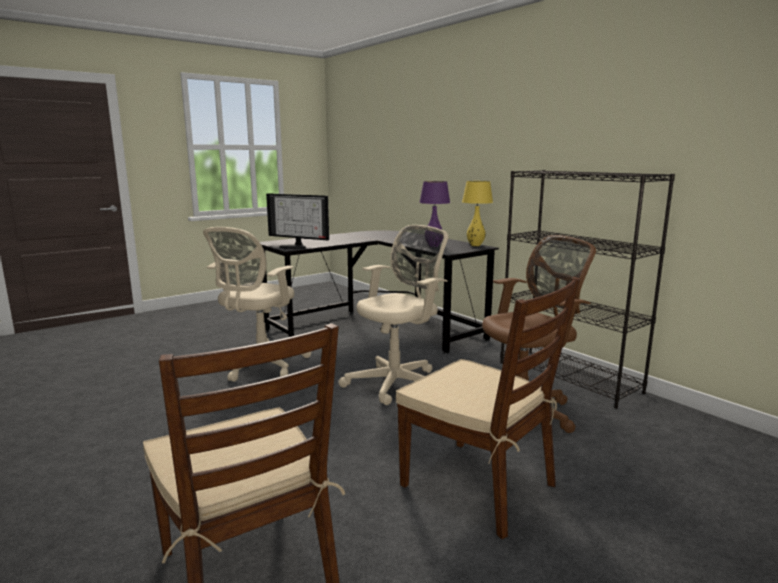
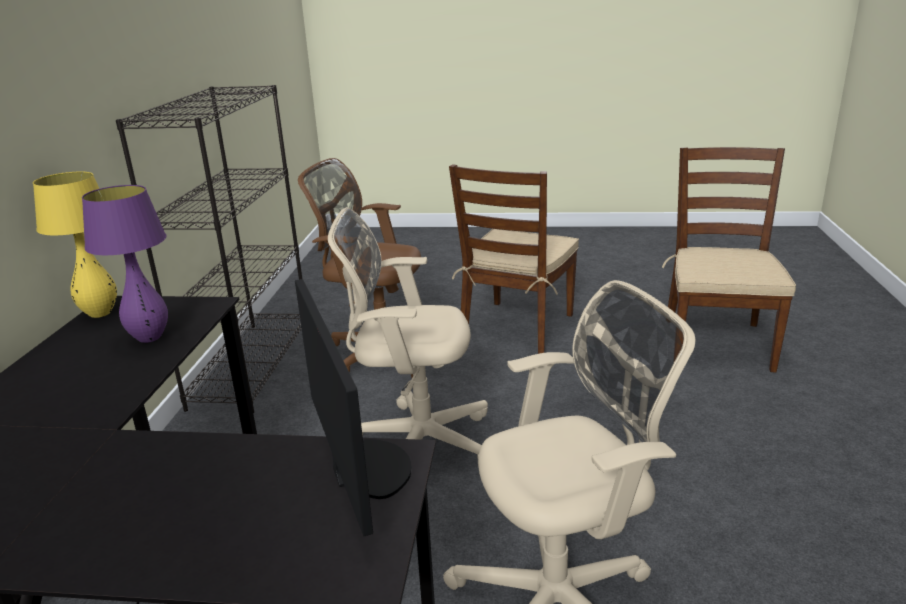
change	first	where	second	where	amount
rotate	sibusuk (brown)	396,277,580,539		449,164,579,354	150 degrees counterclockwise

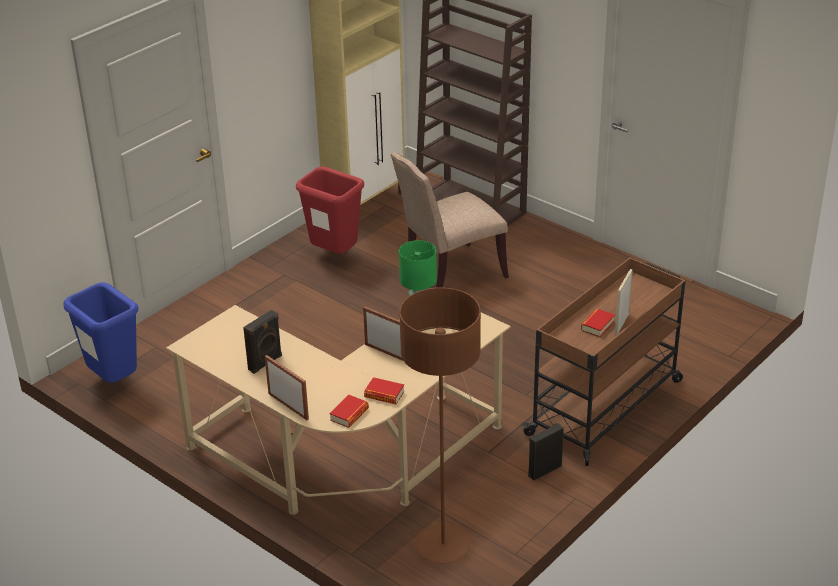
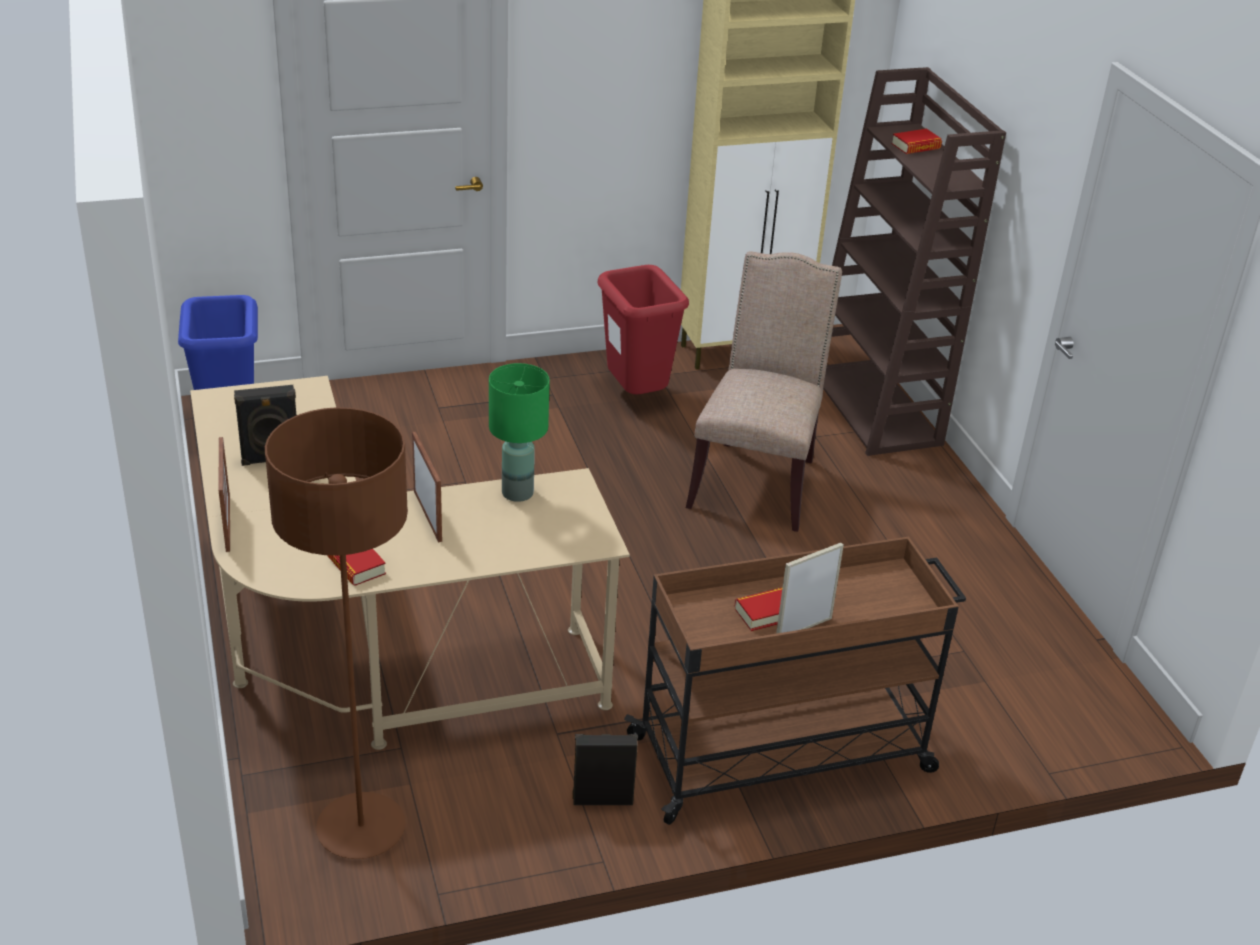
change	first	where	second	where	amount
rotate	sibusuk (beige)	391,152,509,288		686,251,842,532	105 degrees clockwise
move	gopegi	329,395,369,428		892,129,942,154	

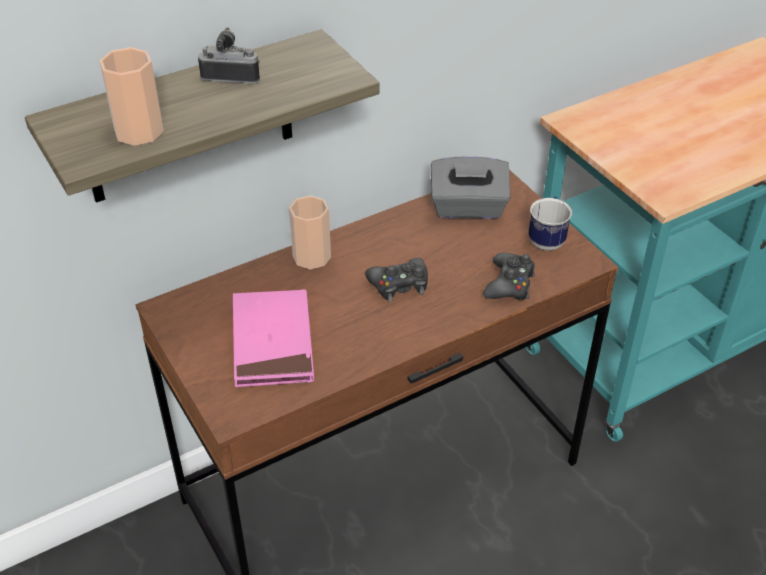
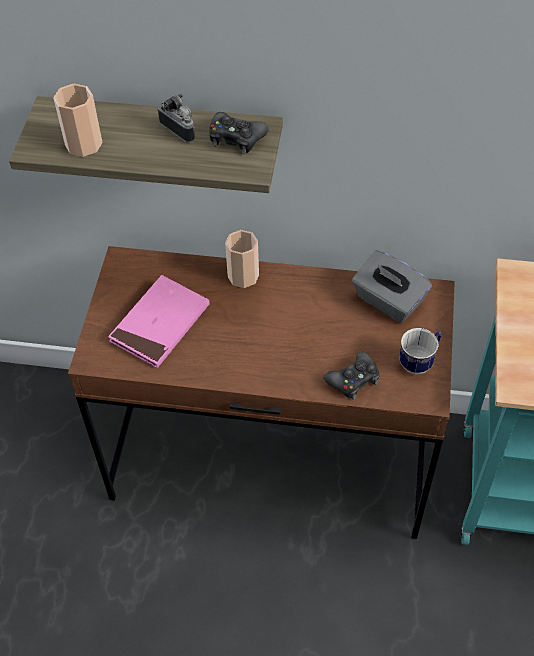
change	first	where	second	where	amount
move	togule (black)	365,258,428,302		209,112,269,154	

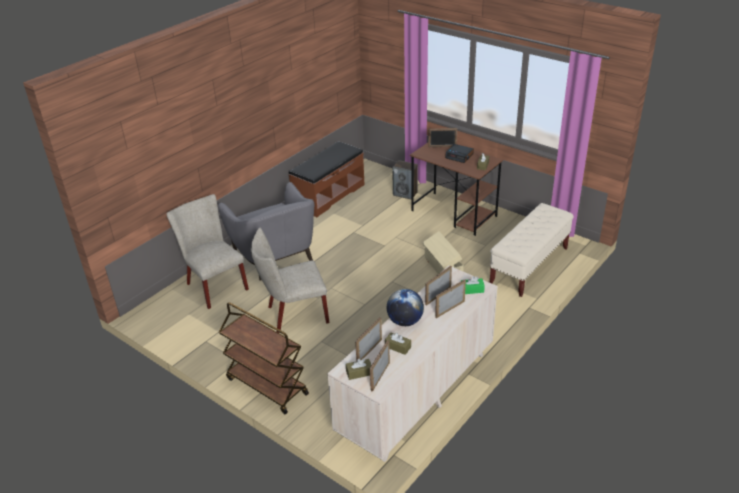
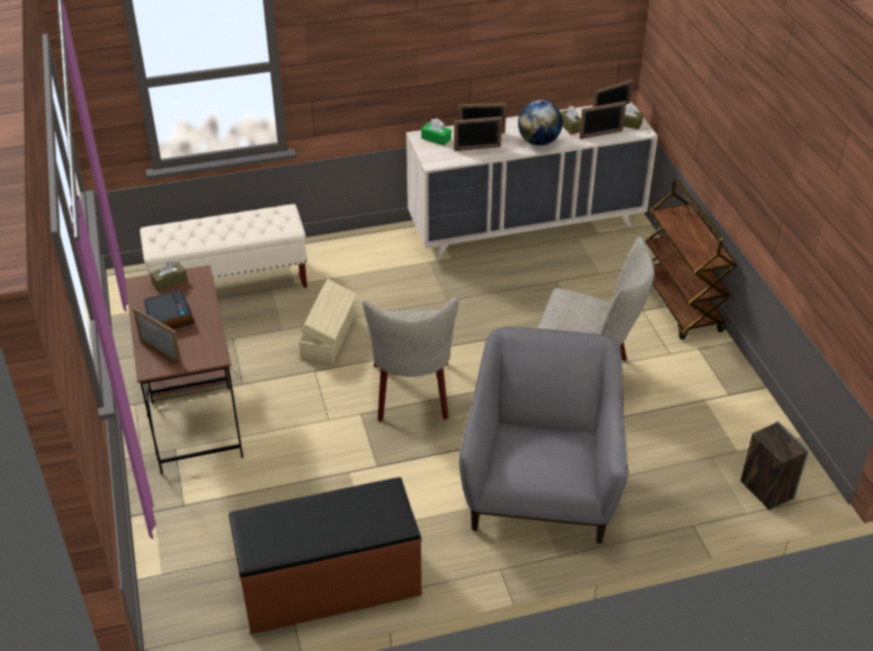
change	first	where	second	where	amount
move	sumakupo	392,160,418,199		740,422,809,510	
move	sibusuk (beige)	166,194,249,309		363,297,459,422	

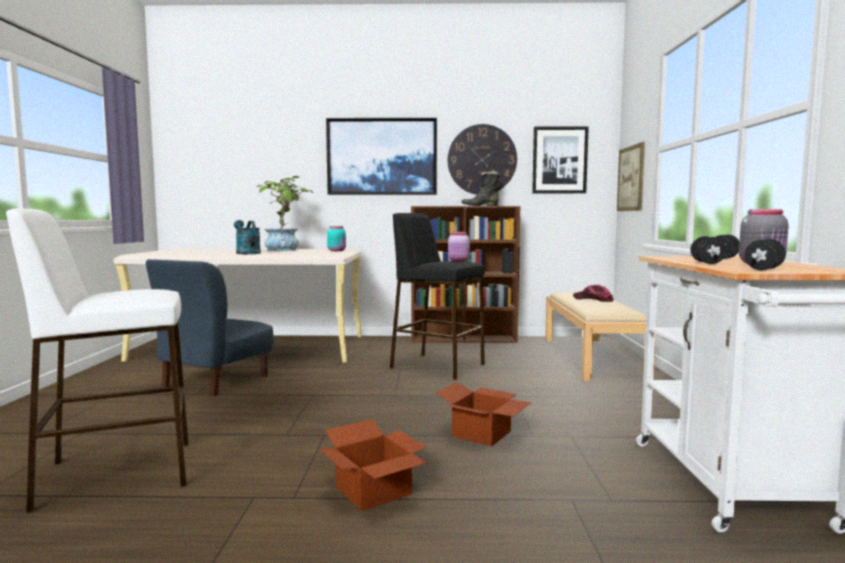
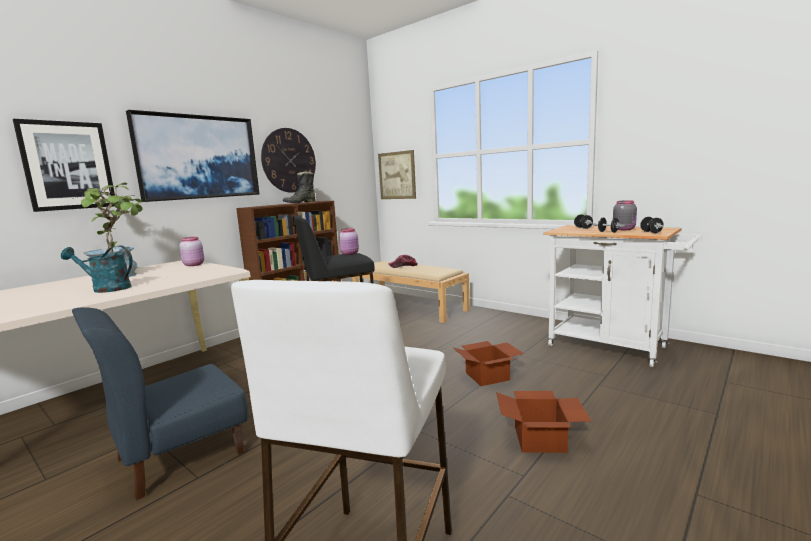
change	first	where	second	where	amount
move	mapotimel	532,126,589,193		13,119,115,212	
recolor	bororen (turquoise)	327,226,346,251	bororen (pink)	179,237,204,266	
rotate	sibusuk (blue)	146,259,274,397		72,307,249,500	75 degrees clockwise

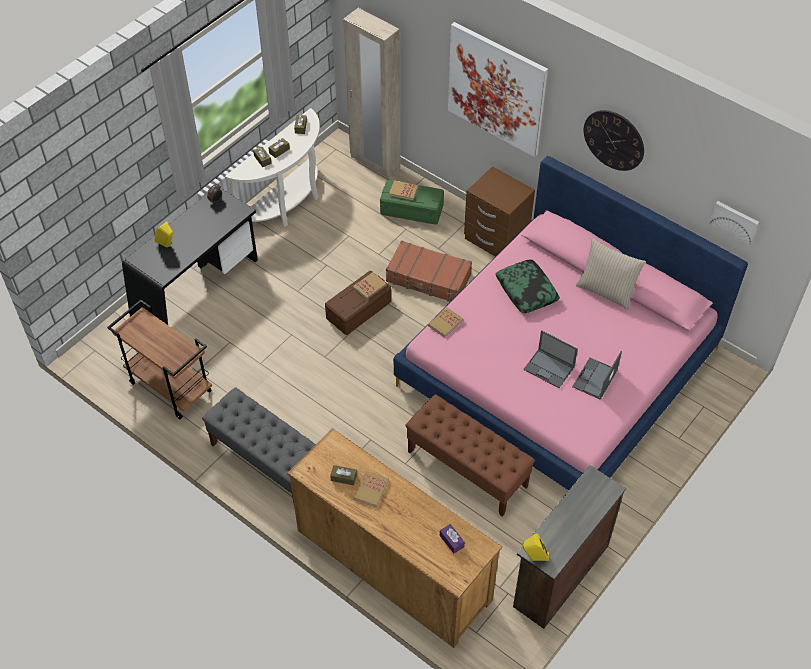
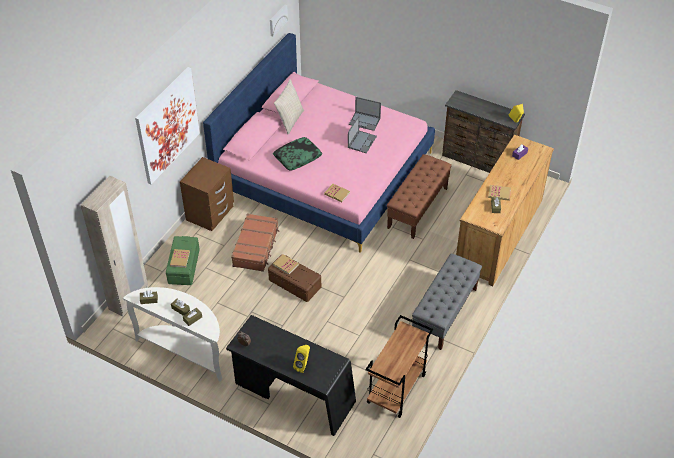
change	first	where	second	where	amount
delete	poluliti	584,110,644,171			

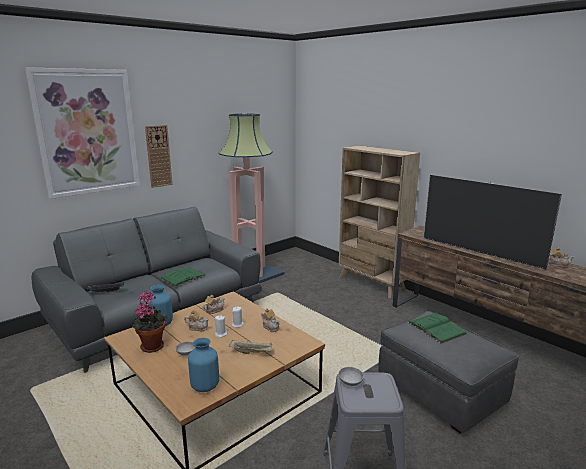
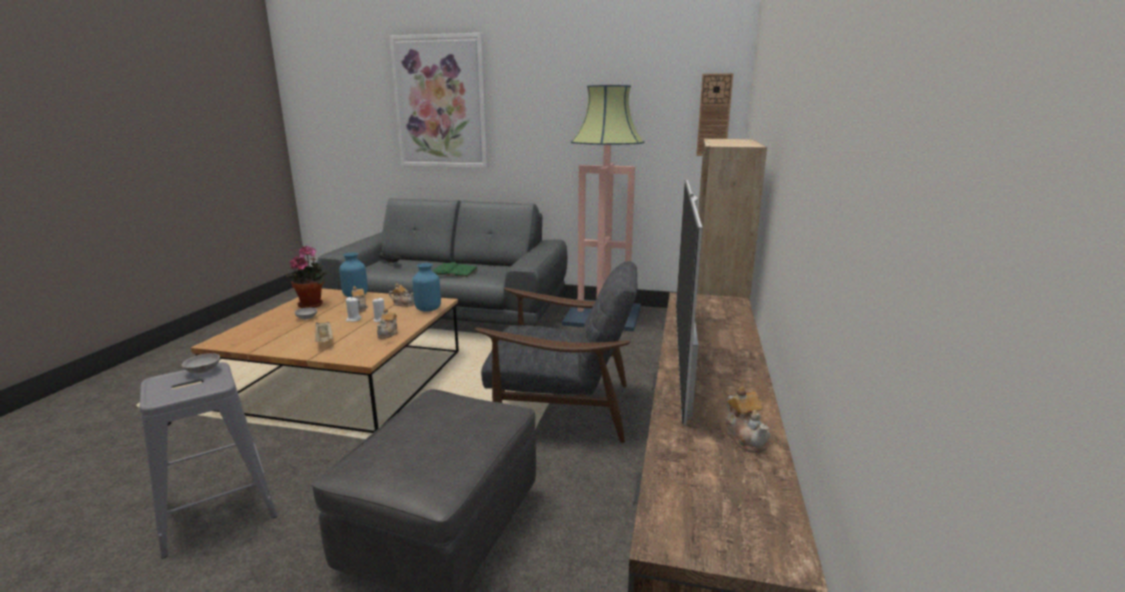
change	first	where	second	where	amount
move	poluliti	145,125,173,188		696,73,733,156	
delete	gopegi (green)	408,313,467,344			
move	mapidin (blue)	188,338,219,392		412,263,441,312	
insert			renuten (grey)	474,261,637,443	

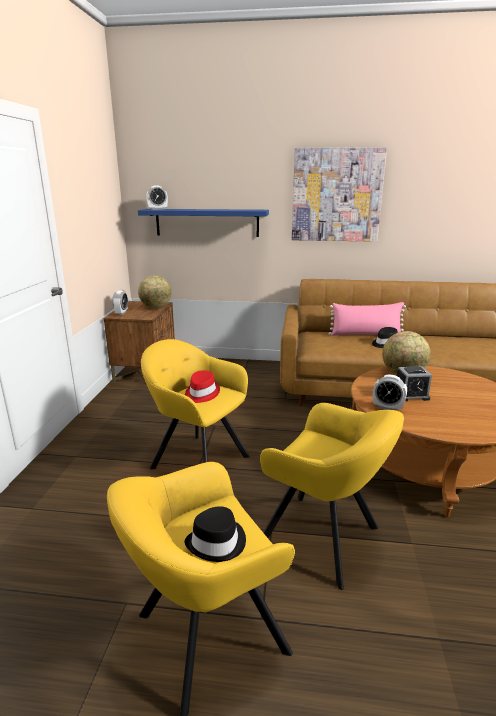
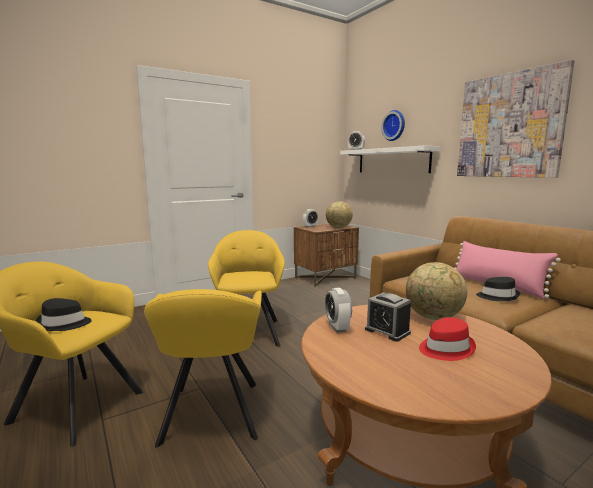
change	first	where	second	where	amount
recolor	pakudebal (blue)	138,209,269,237	pakudebal (white)	340,145,441,173	
move	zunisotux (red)	185,370,220,403		419,317,476,361	
insert			poluliti	381,110,405,141	

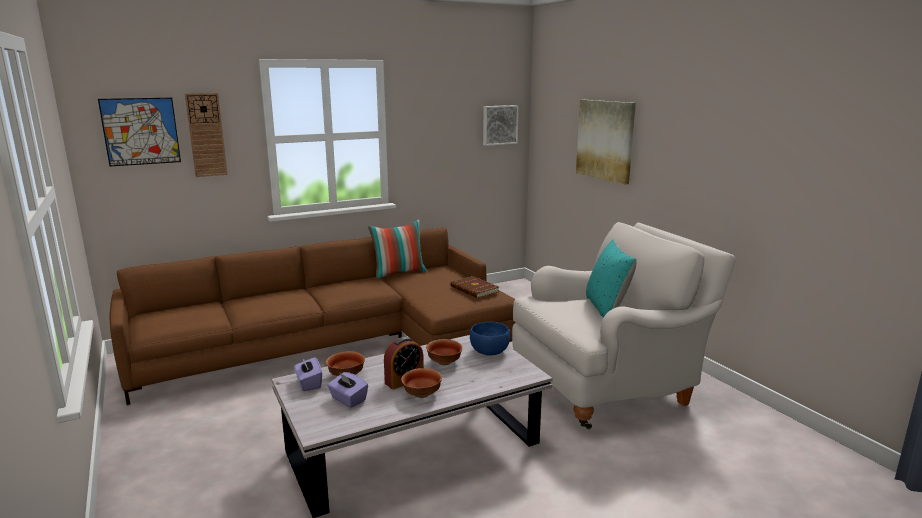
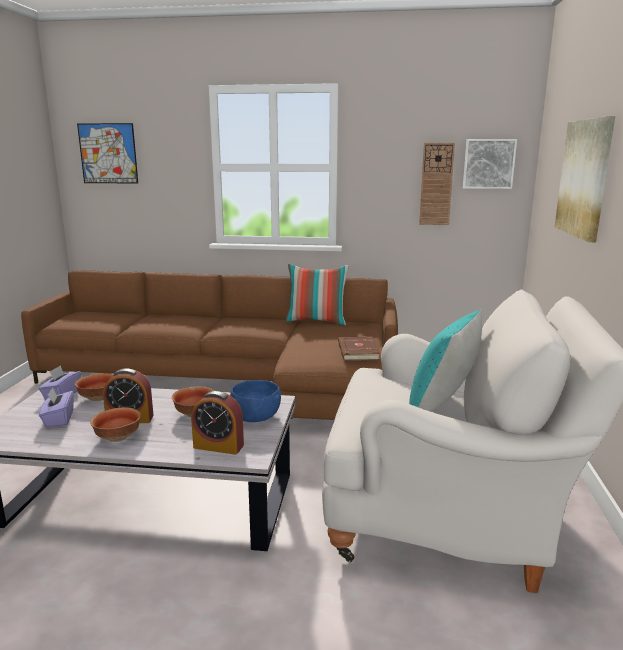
change	first	where	second	where	amount
move	poluliti	185,93,228,177		419,143,455,225	
insert			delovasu	191,391,244,455	

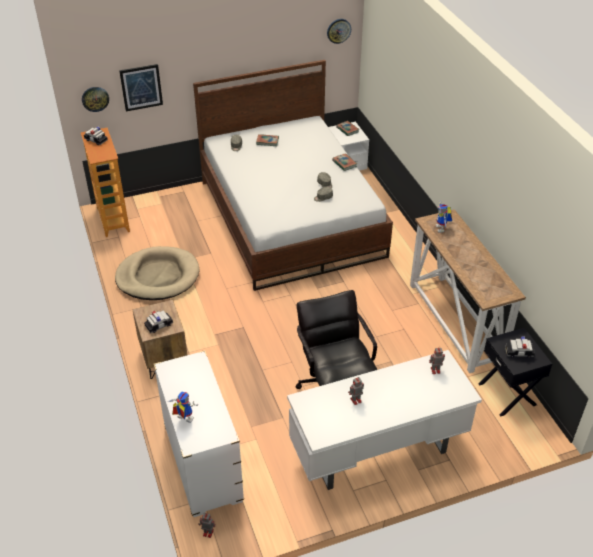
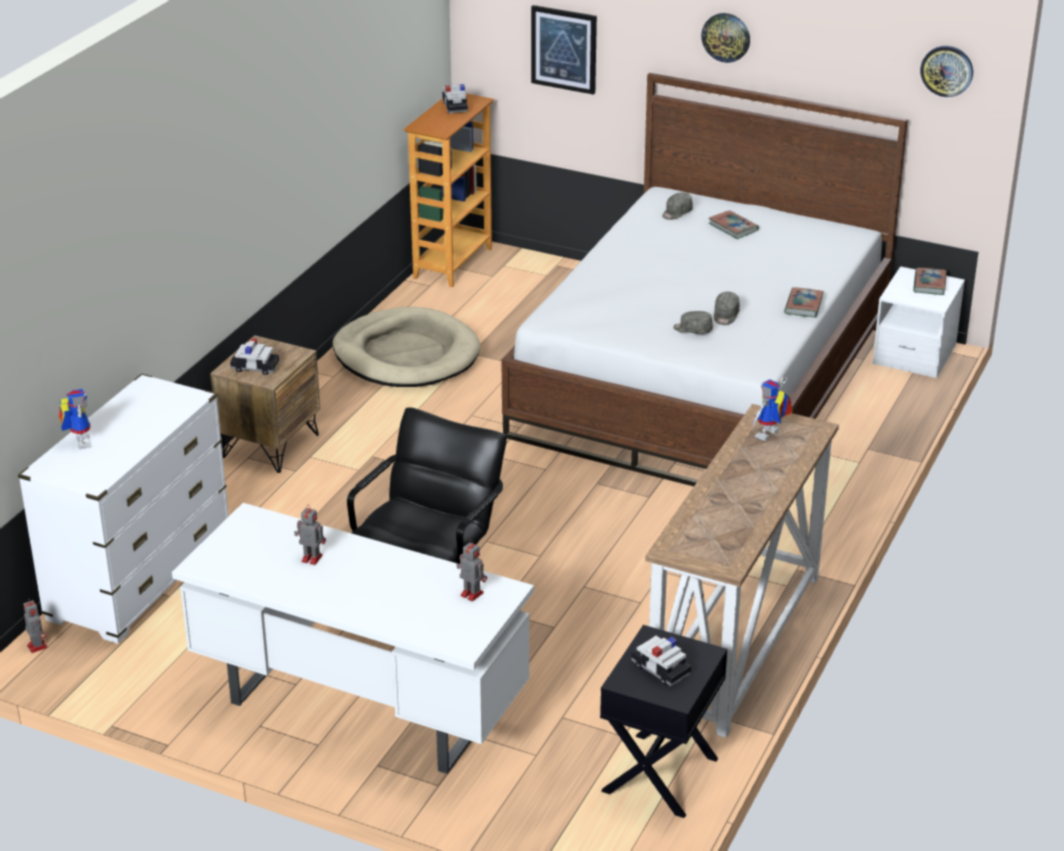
change	first	where	second	where	amount
move	poluliti	82,87,109,112		701,13,750,63	

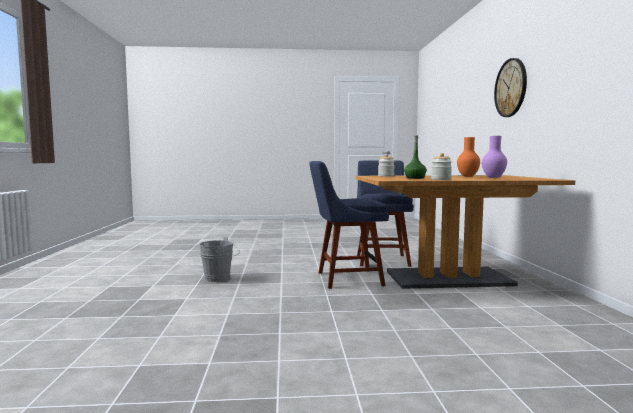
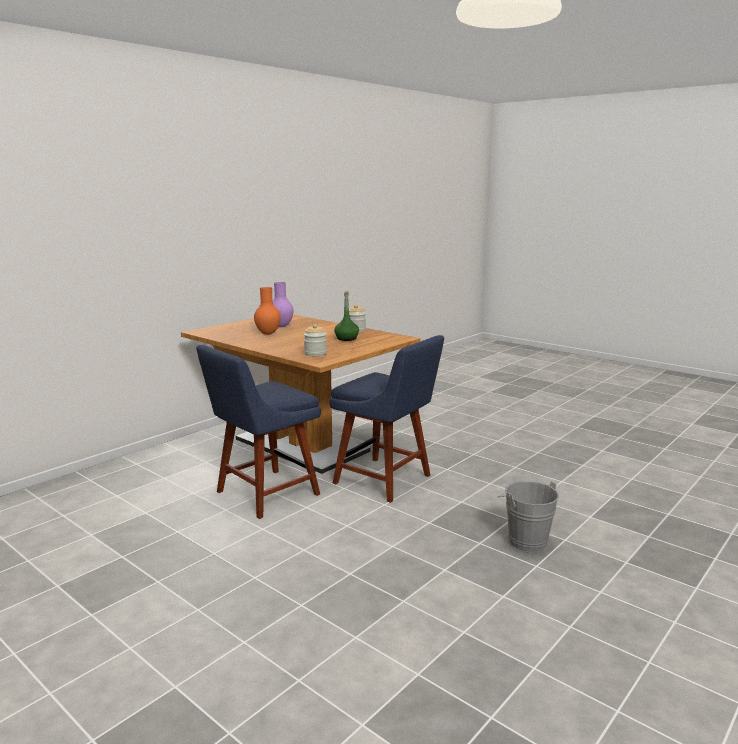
change	first	where	second	where	amount
delete	poluliti	494,58,527,117			

